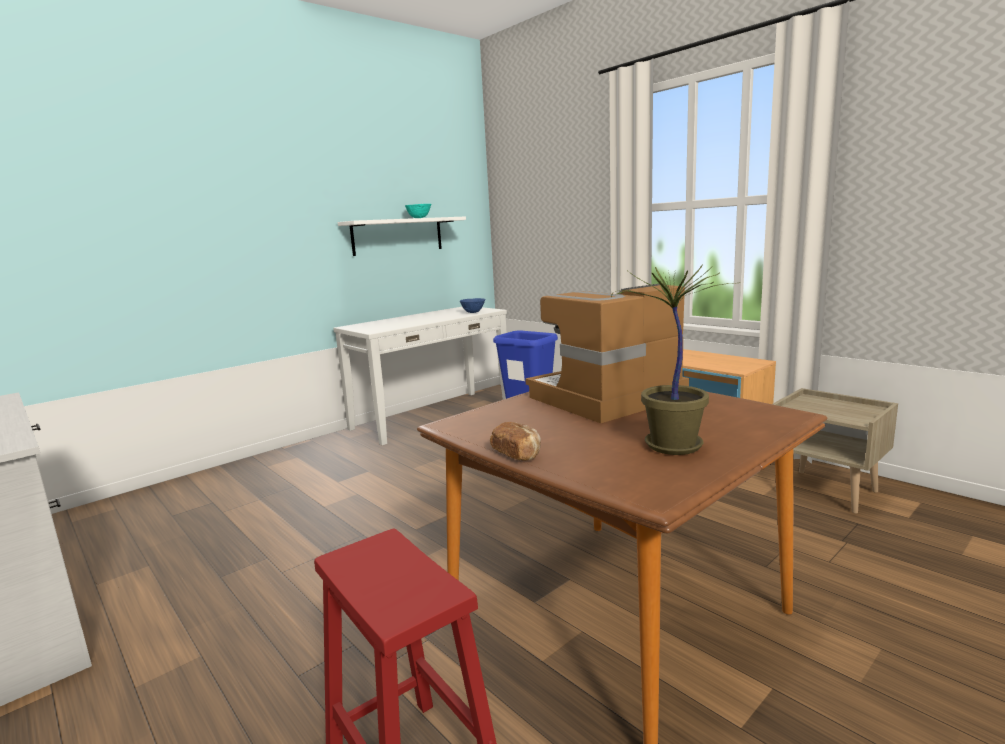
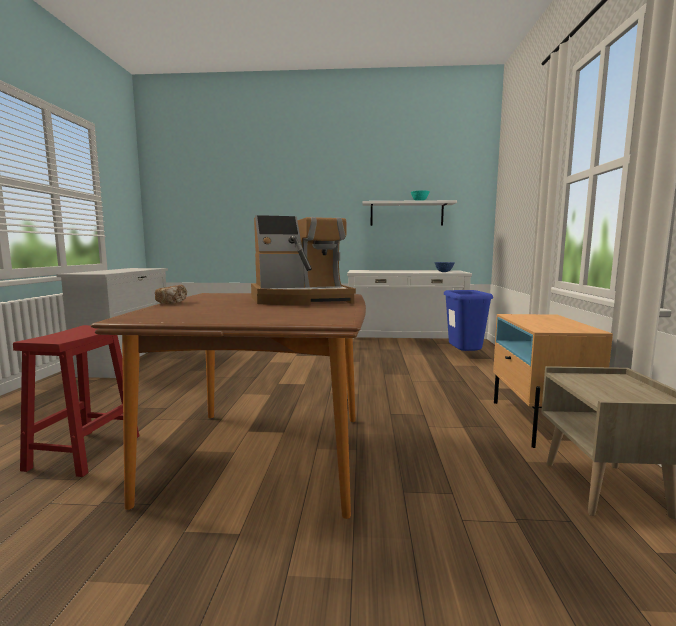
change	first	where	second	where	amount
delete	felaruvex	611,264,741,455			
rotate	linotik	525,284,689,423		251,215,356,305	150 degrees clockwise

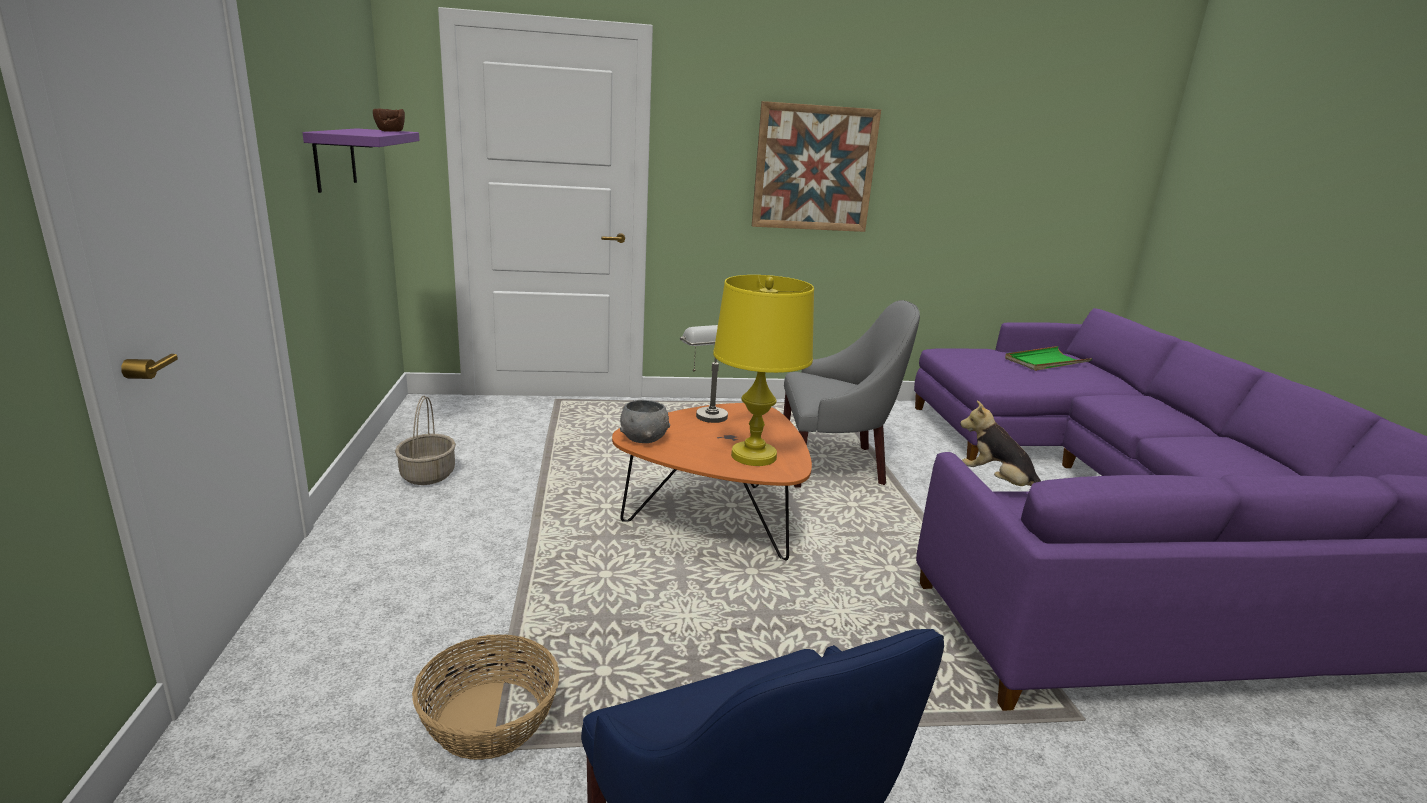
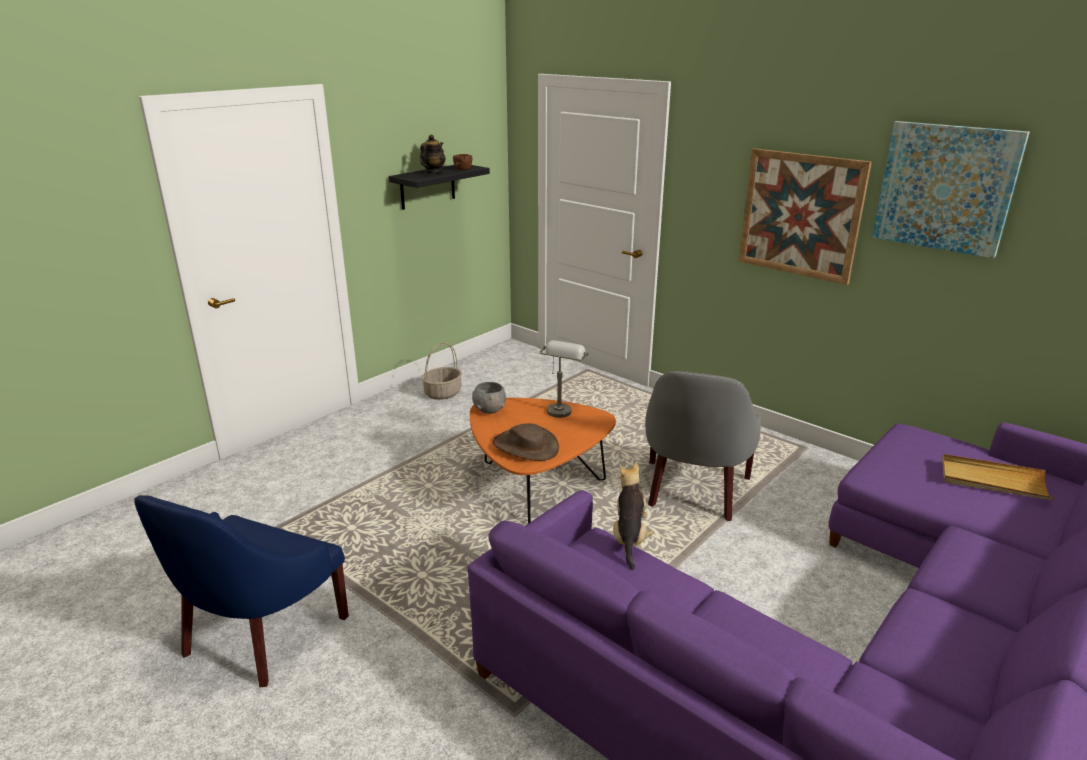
change	first	where	second	where	amount
recolor	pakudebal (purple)	303,128,420,193	pakudebal (black)	389,165,490,210	
replace	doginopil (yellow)	713,275,814,466	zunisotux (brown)	493,423,559,461	
rotate	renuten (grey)	783,300,920,488		645,371,761,521	60 degrees clockwise
recolor	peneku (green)	1005,346,1093,371	peneku (beige)	942,454,1054,500	
delete	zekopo	412,634,560,760			
insert			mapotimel	872,121,1030,258	
insert			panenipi	420,134,445,173	

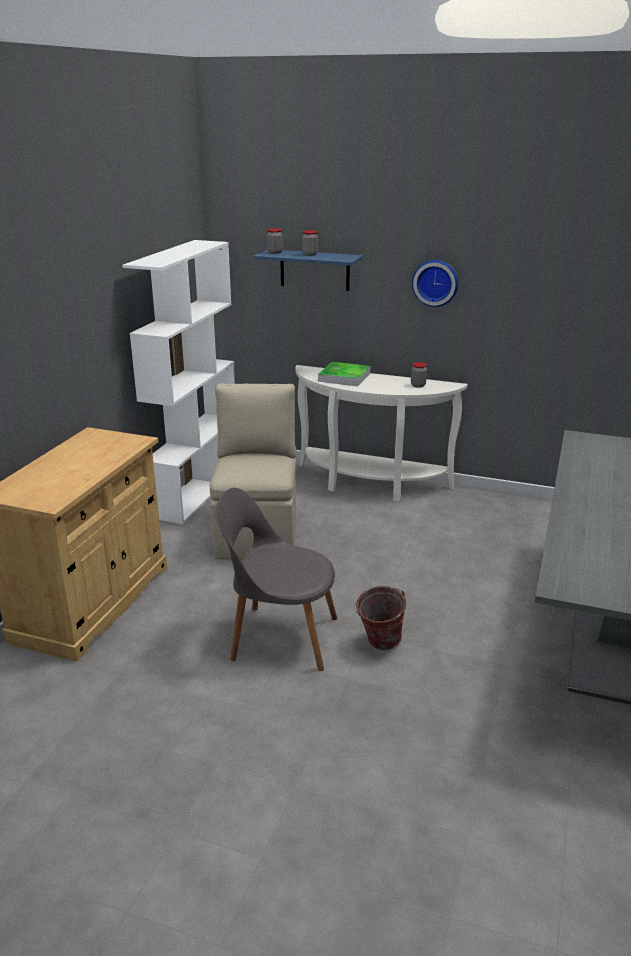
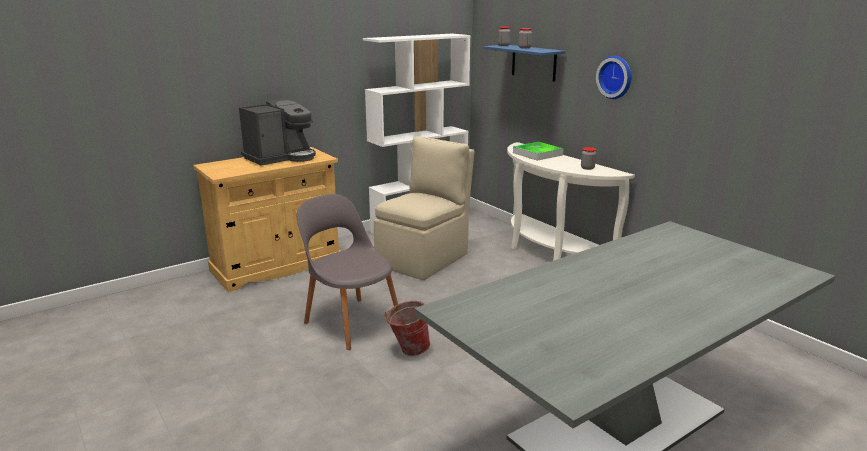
change	first	where	second	where	amount
insert			linotik	239,98,316,166	

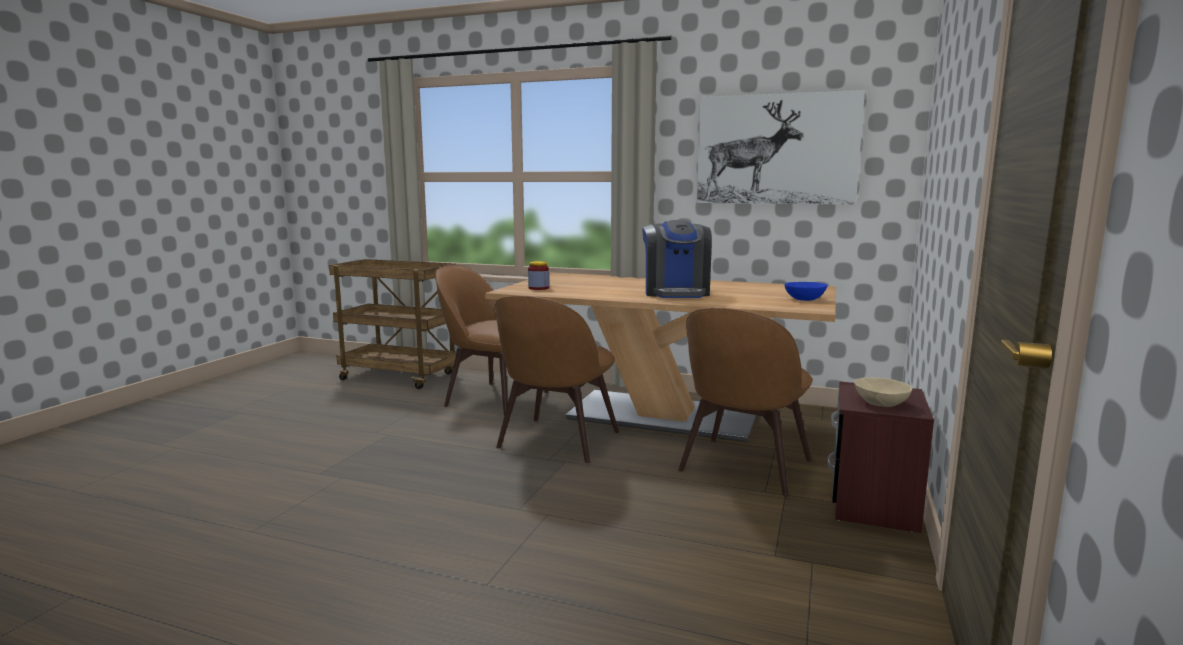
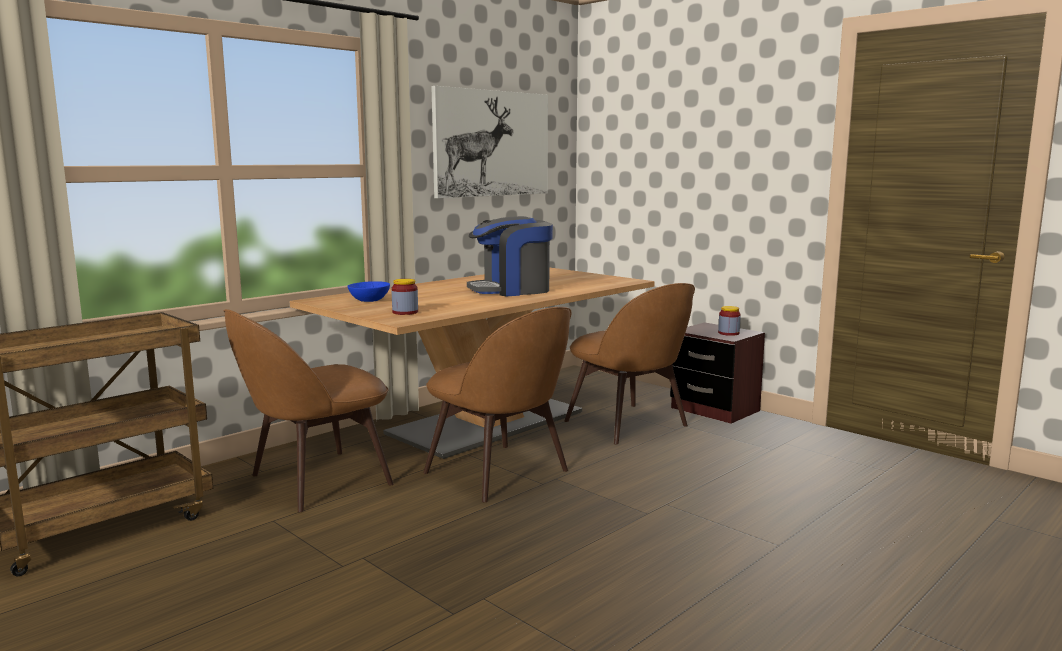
change	first	where	second	where	amount
rotate	linotik	642,220,712,298		467,216,553,296	135 degrees clockwise
move	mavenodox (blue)	784,282,828,301		347,281,390,302	
replace	mavenodox (beige)	854,377,912,407	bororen	718,306,741,336	

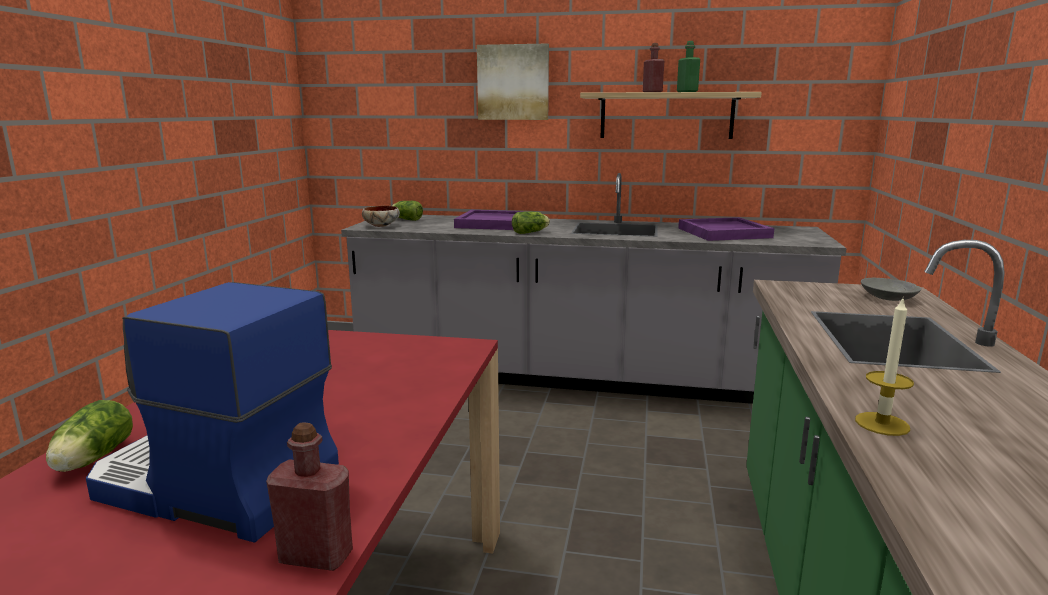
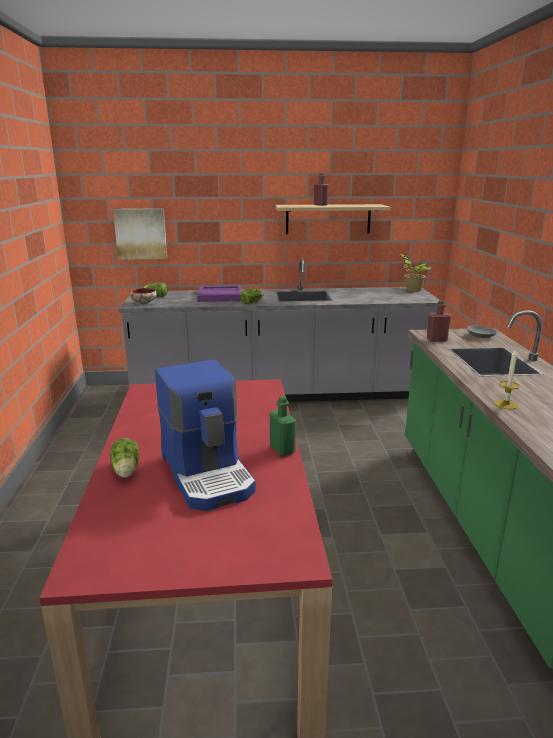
change	first	where	second	where	amount
move	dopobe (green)	677,41,700,92		270,396,296,456	
move	mapotimel	477,43,549,120		113,209,167,260	
delete	peneku (purple)	678,217,774,241			
rotate	linotik	86,282,339,543		155,360,256,511	120 degrees counterclockwise
move	dopobe (red)	266,422,353,571		427,300,451,342	
insert			felaruvex	401,254,431,292	

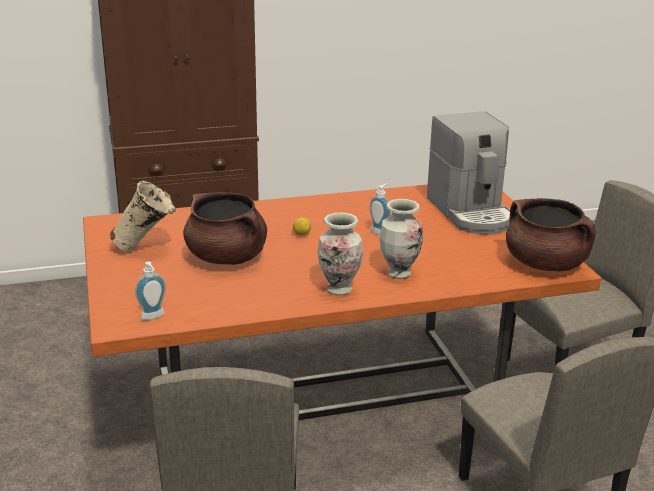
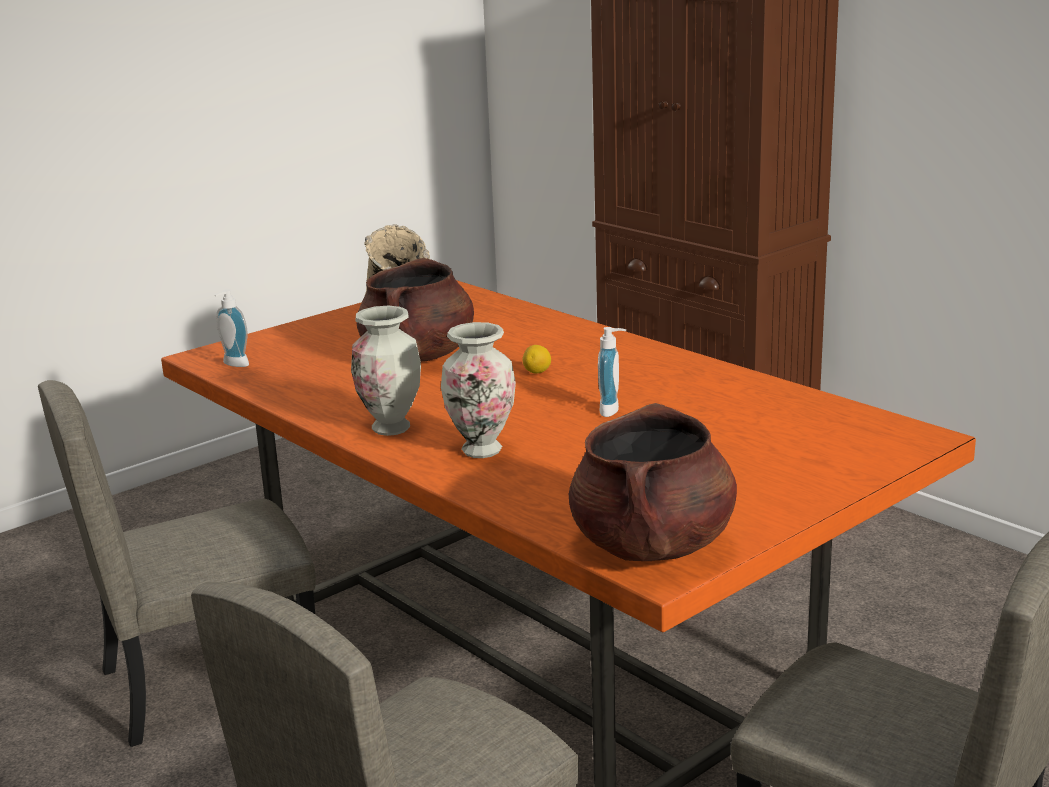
change	first	where	second	where	amount
delete	linotik	427,111,510,234			

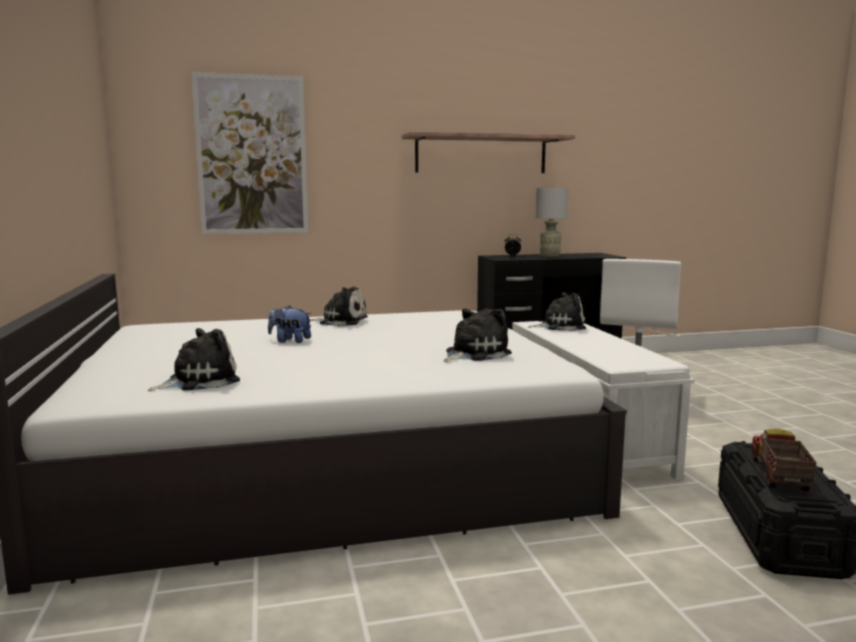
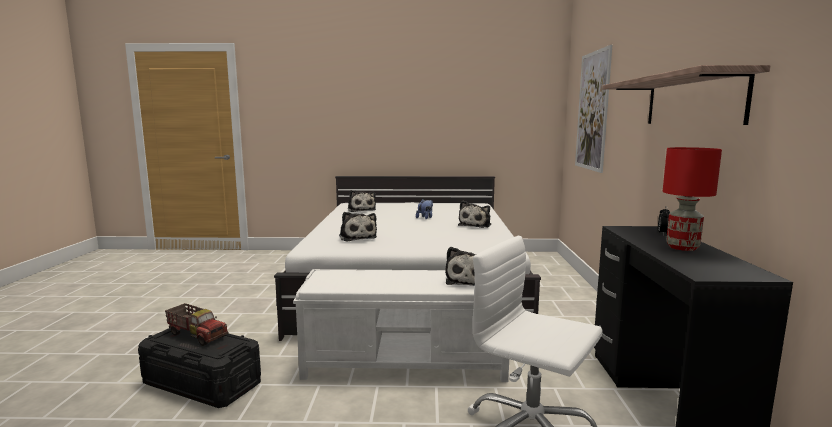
change	first	where	second	where	amount
recolor	doginopil (grey)	536,188,568,257	doginopil (red)	663,147,722,251	

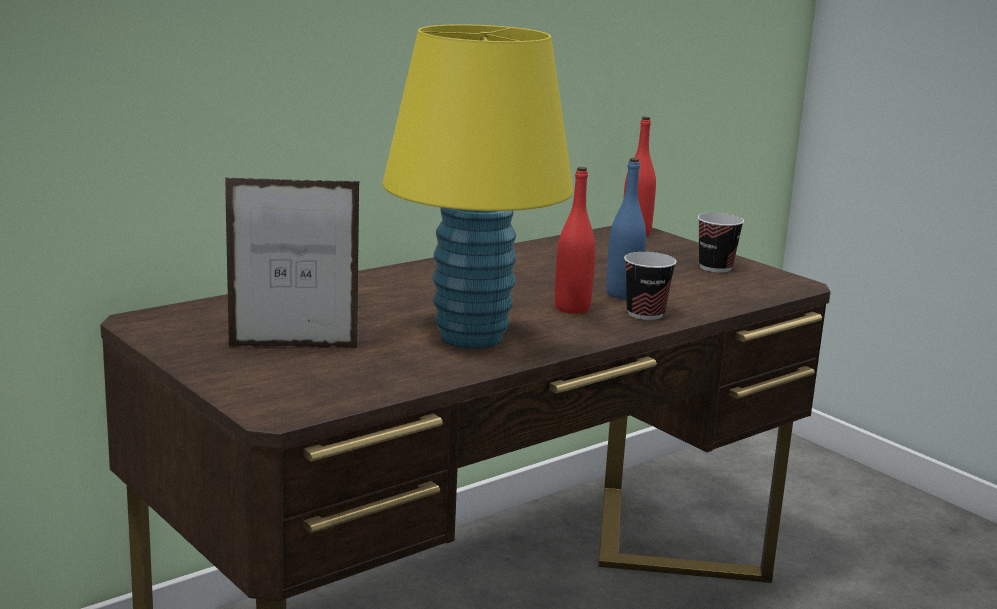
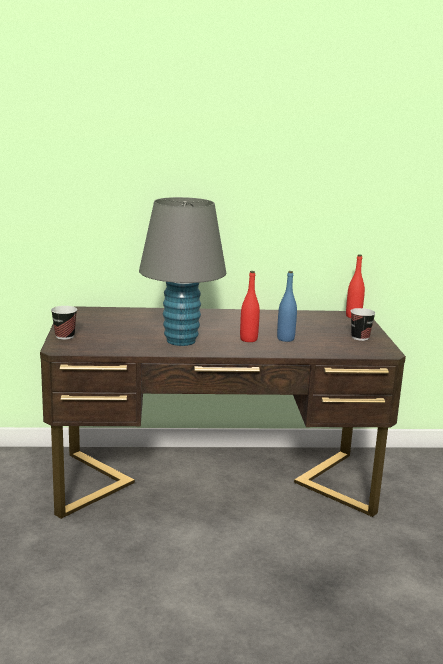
change	first	where	second	where	amount
recolor	doginopil (yellow)	382,24,573,349	doginopil (grey)	139,197,226,346	
delete	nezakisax	225,178,360,348			
move	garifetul	624,252,676,320		51,306,77,340	

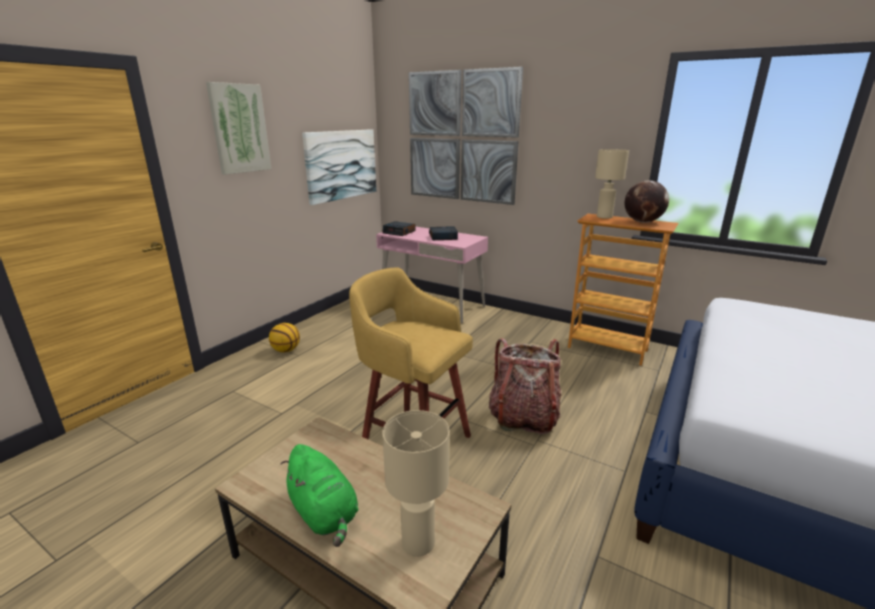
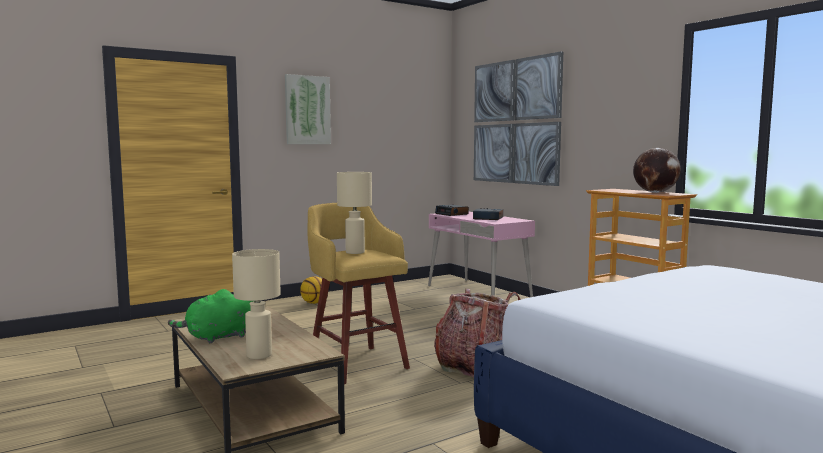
change	first	where	second	where	amount
delete	mapotimel	302,129,376,205			
move	doginopil (beige)	595,149,629,219		337,172,372,254	
rotate	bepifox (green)	280,444,358,547		168,289,253,343	75 degrees clockwise

